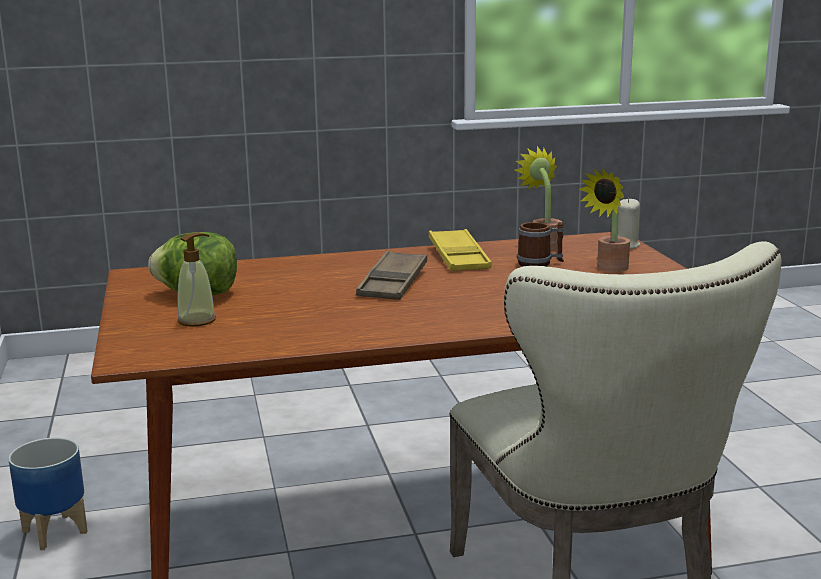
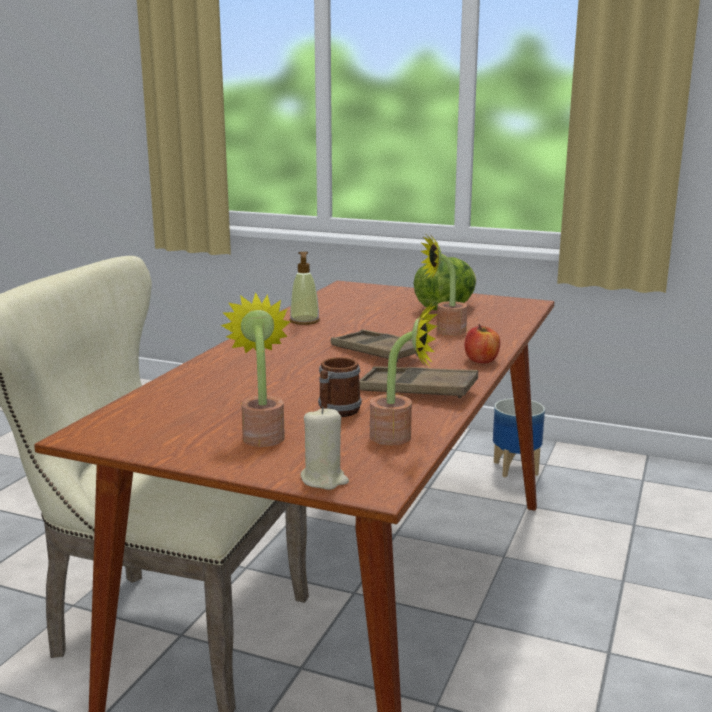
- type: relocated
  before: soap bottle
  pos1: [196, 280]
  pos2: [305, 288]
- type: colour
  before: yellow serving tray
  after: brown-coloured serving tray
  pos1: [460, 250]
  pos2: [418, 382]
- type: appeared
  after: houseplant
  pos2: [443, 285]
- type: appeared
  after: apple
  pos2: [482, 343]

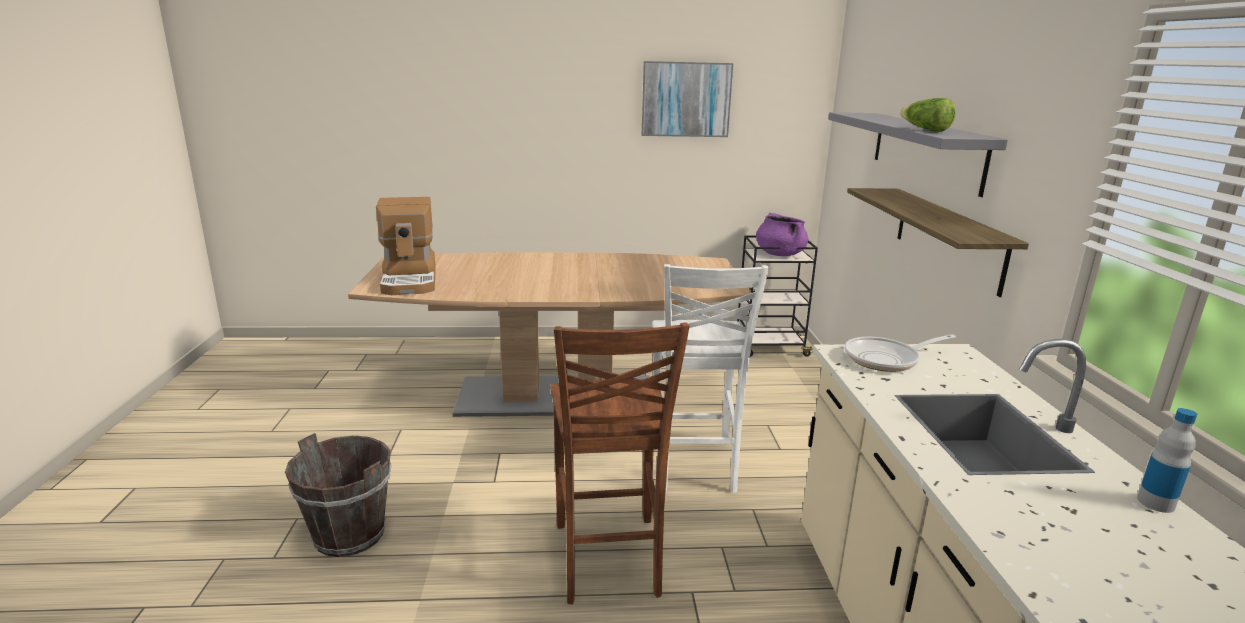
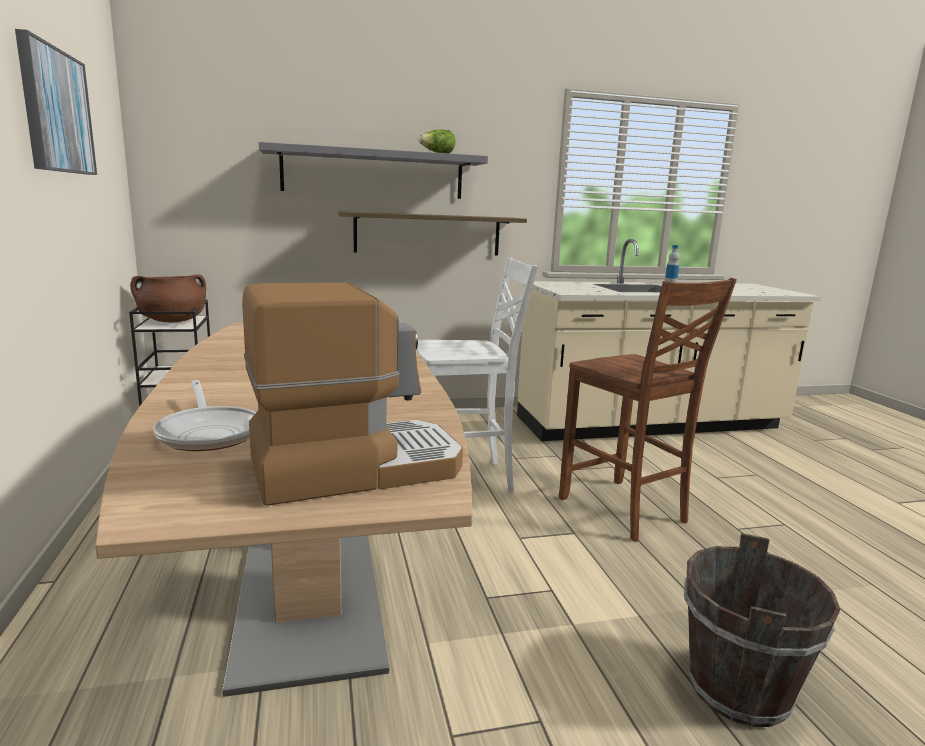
- type: colour
  before: purple cooking pot
  after: brown-coloured cooking pot
  pos1: [782, 234]
  pos2: [168, 298]
- type: relocated
  before: skillet
  pos1: [900, 353]
  pos2: [204, 415]
- type: spun
  before: brown-coloured upright chair
  pos1: [620, 464]
  pos2: [648, 410]
  turn: 75

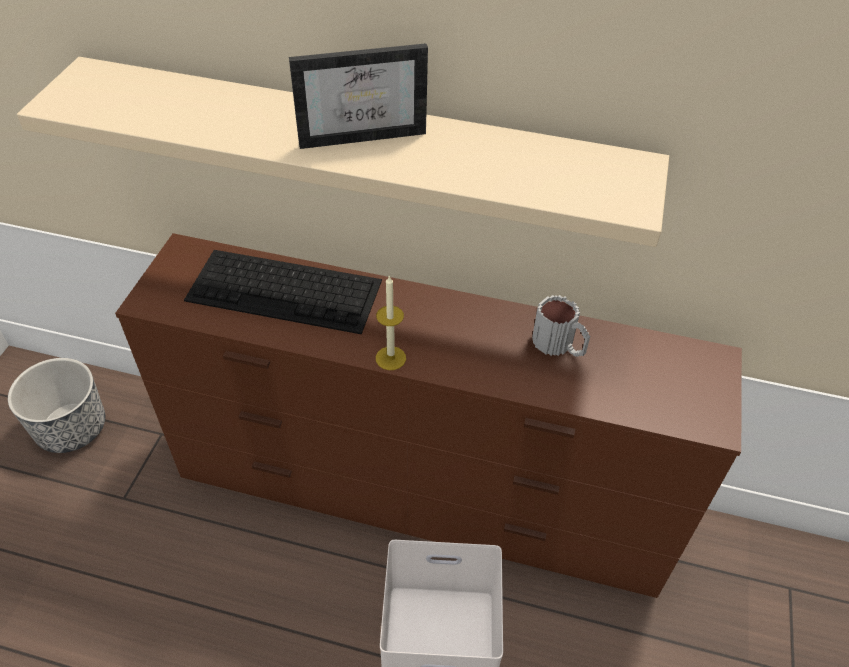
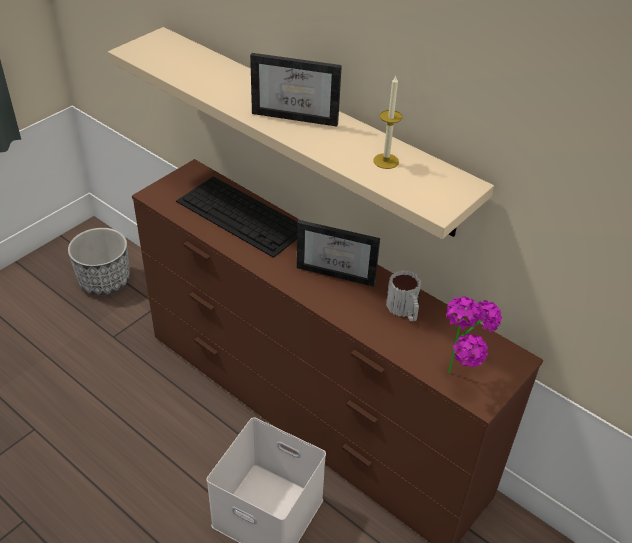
- type: appeared
  after: picture frame
  pos2: [338, 253]
- type: relocated
  before: wax light
  pos1: [391, 322]
  pos2: [388, 122]
- type: appeared
  after: houseplant
  pos2: [474, 334]

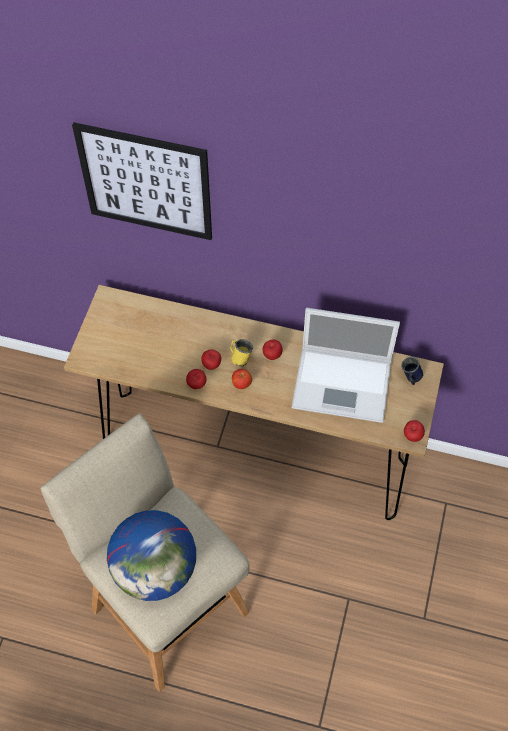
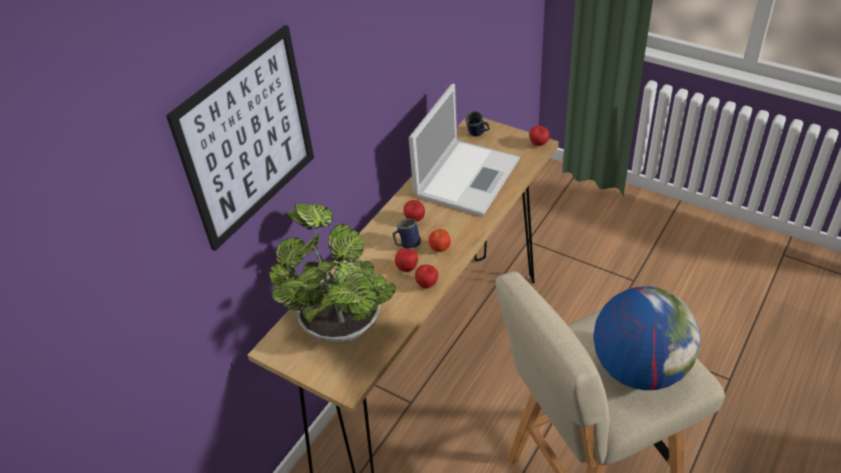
- type: appeared
  after: houseplant
  pos2: [332, 273]
- type: colour
  before: yellow tea mug
  after: blue-coloured tea mug
  pos1: [241, 352]
  pos2: [407, 234]

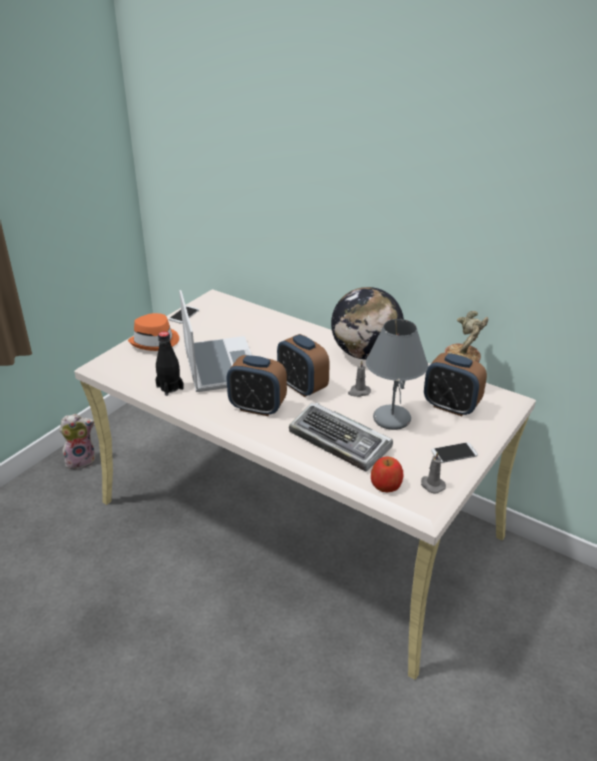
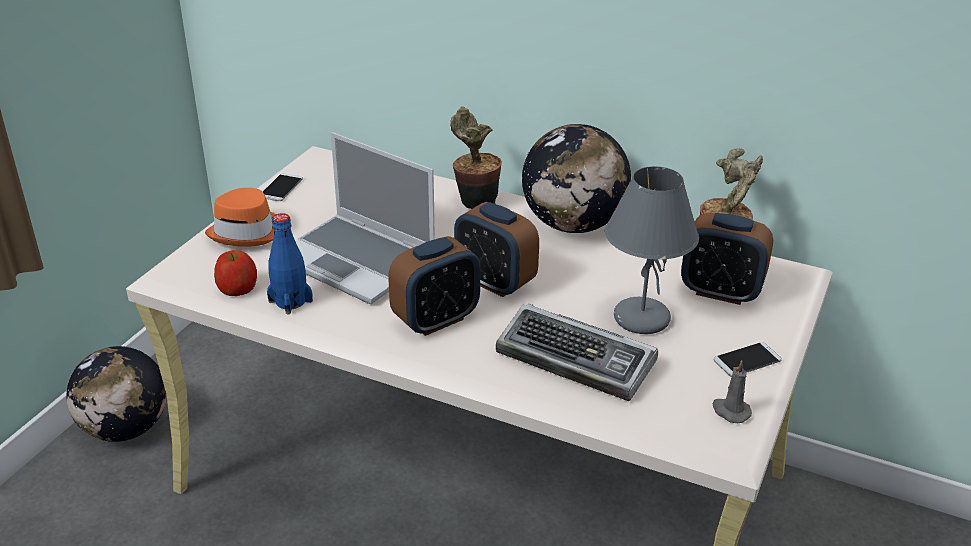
- type: exchanged
  before: plush toy
  after: world globe
  pos1: [77, 442]
  pos2: [116, 394]
- type: relocated
  before: apple
  pos1: [387, 474]
  pos2: [235, 273]
- type: colour
  before: black-coloured beverage bottle
  after: blue-coloured beverage bottle
  pos1: [169, 363]
  pos2: [290, 264]
- type: spun
  before: notebook computer
  pos1: [215, 341]
  pos2: [365, 218]
  turn: 150
- type: spun
  before: alarm clock
  pos1: [257, 385]
  pos2: [434, 286]
  turn: -45
- type: appeared
  after: houseplant
  pos2: [476, 157]
- type: missing
  before: grey wax light
  pos1: [359, 378]

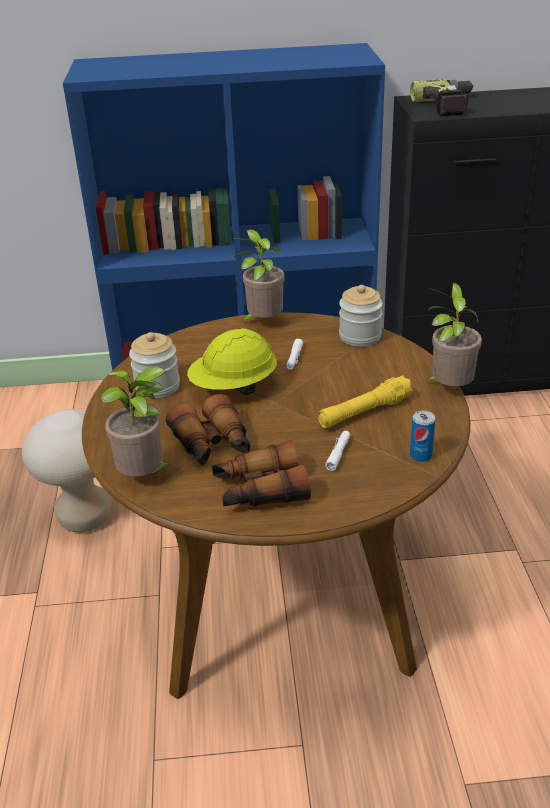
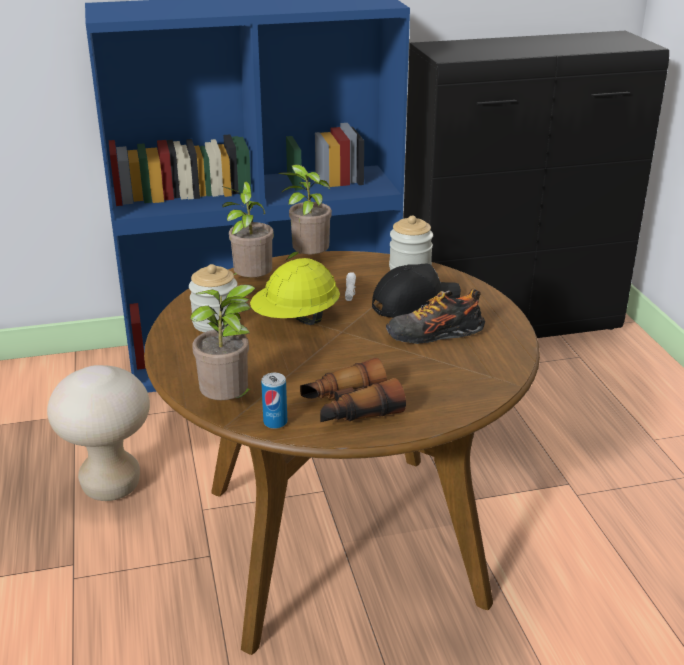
- type: relocated
  before: houseplant
  pos1: [453, 334]
  pos2: [248, 229]
- type: relocated
  before: metal can
  pos1: [423, 436]
  pos2: [274, 401]
- type: appeared
  after: black-coloured cap
  pos2: [416, 291]
- type: exchanged
  before: yellow torch
  after: item of footwear
  pos1: [365, 401]
  pos2: [435, 316]
- type: missing
  before: pair of binoculars
  pos1: [208, 429]
- type: missing
  before: white-coloured torch
  pos1: [337, 451]
- type: missing
  before: drill
  pos1: [442, 97]

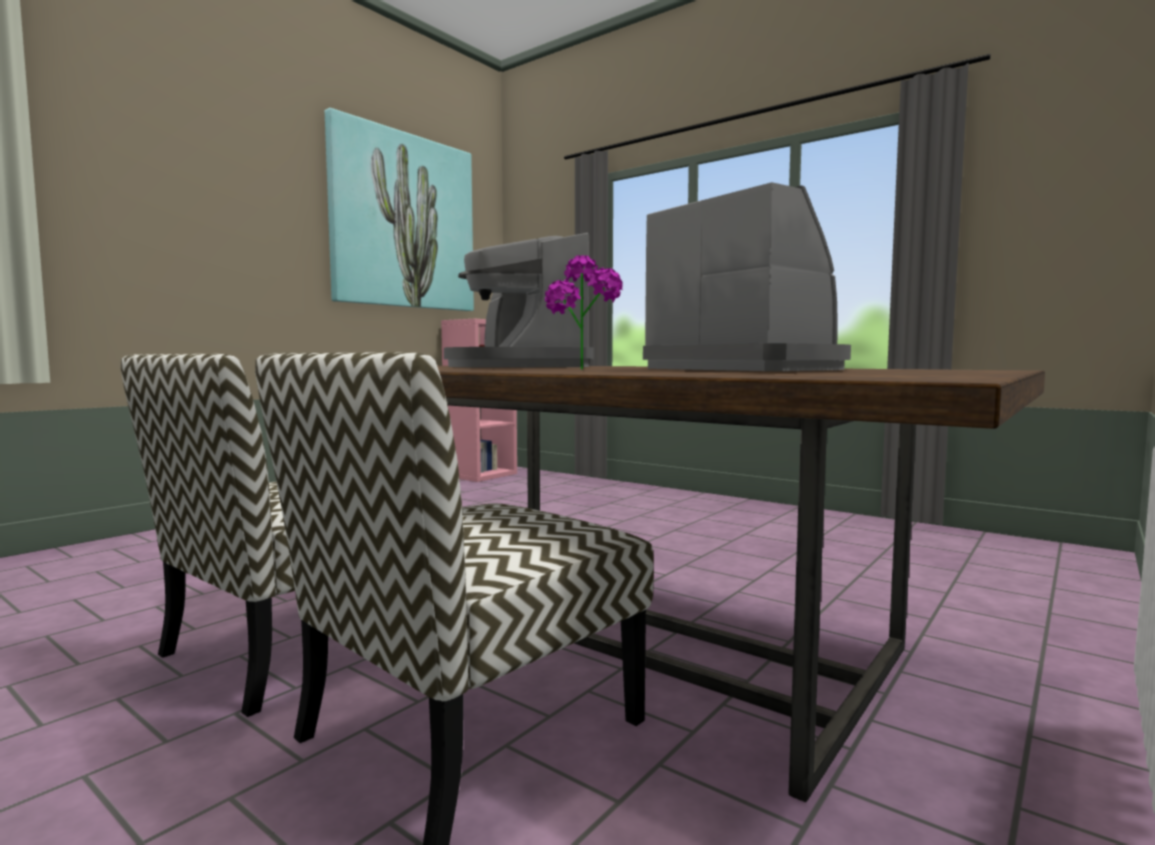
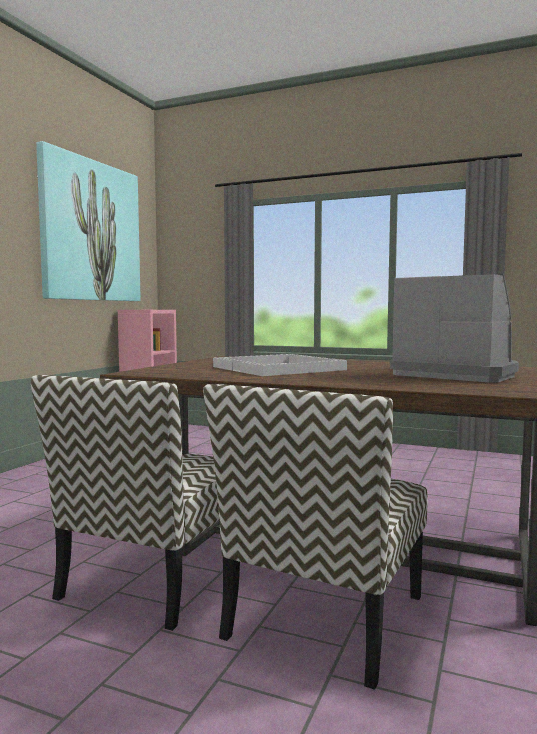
- type: exchanged
  before: coffee brewer
  after: white-coloured serving tray
  pos1: [518, 300]
  pos2: [280, 365]
- type: missing
  before: houseplant
  pos1: [583, 312]

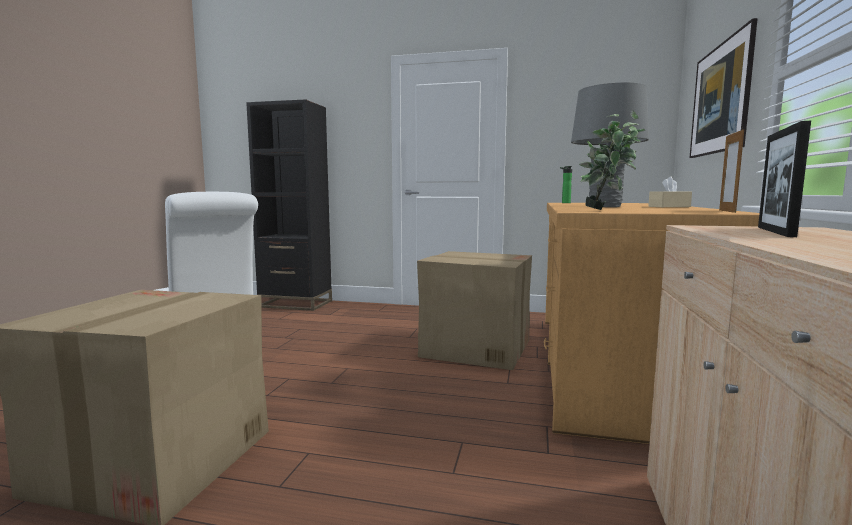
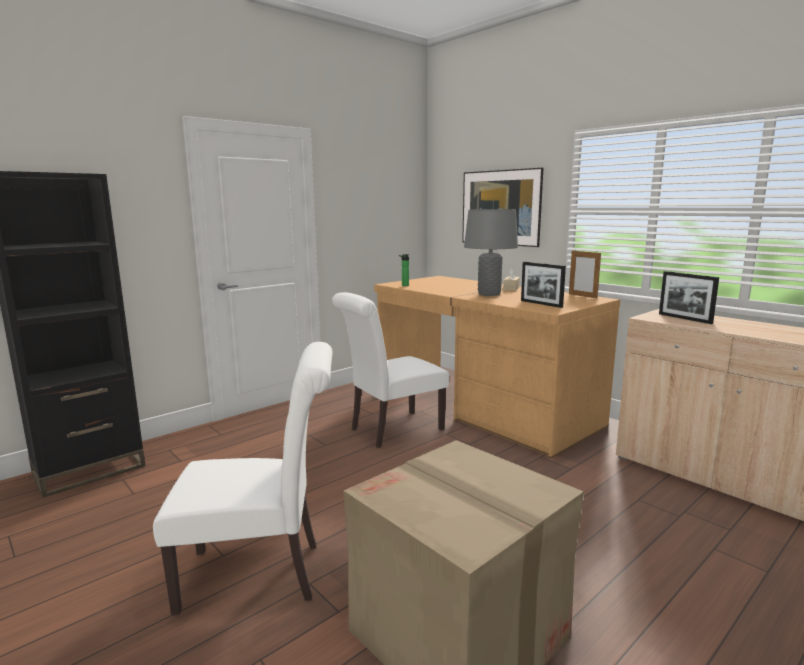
- type: exchanged
  before: packing box
  after: white-coloured upright chair
  pos1: [474, 310]
  pos2: [390, 370]
- type: exchanged
  before: houseplant
  after: picture frame
  pos1: [612, 160]
  pos2: [543, 285]

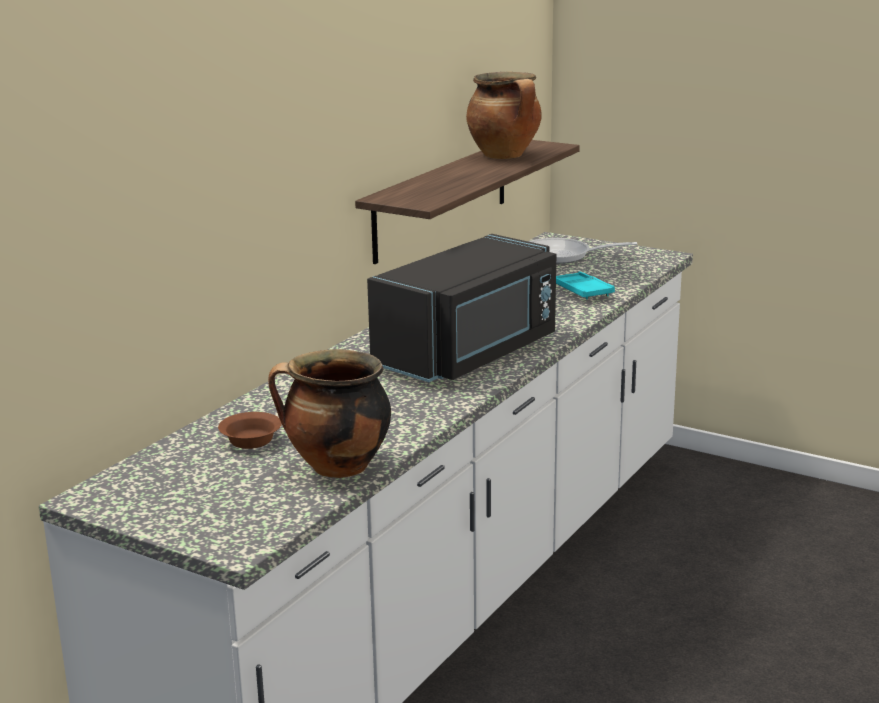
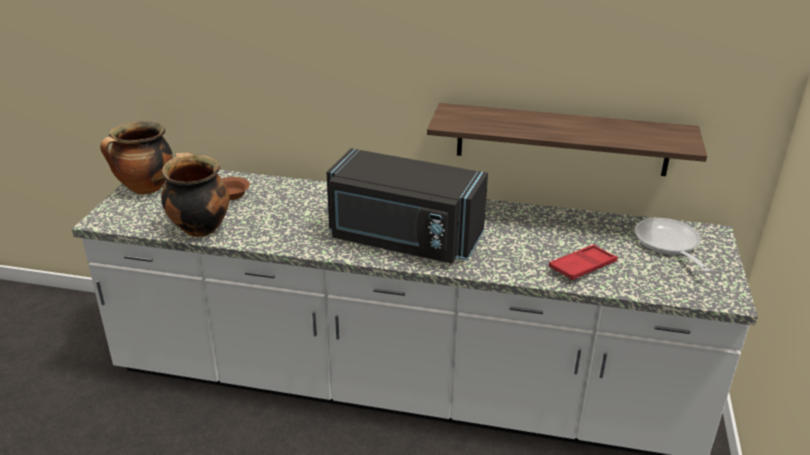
- type: relocated
  before: cooking pot
  pos1: [504, 115]
  pos2: [136, 157]
- type: colour
  before: blue-green serving tray
  after: reddish serving tray
  pos1: [585, 285]
  pos2: [583, 262]

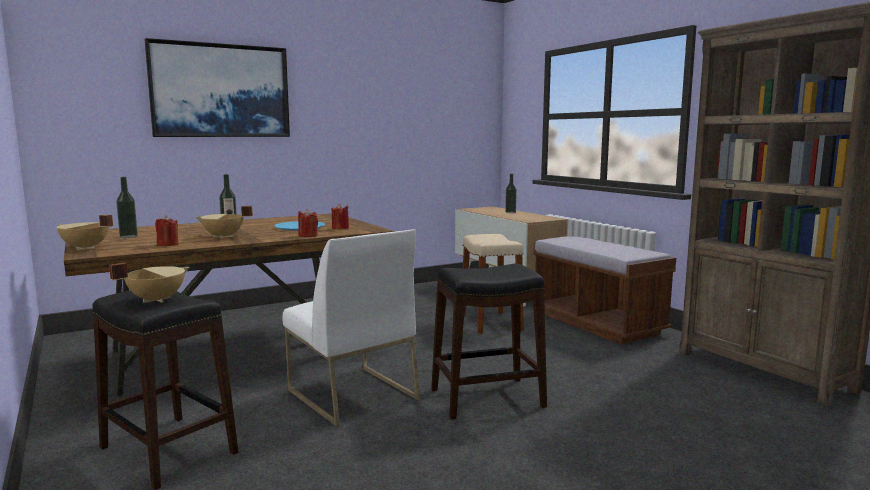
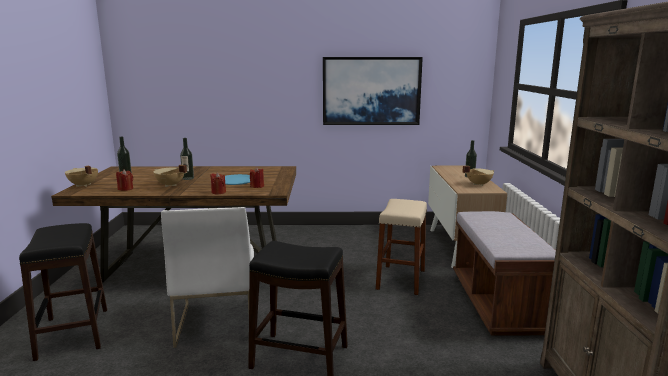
- type: relocated
  before: picture
  pos1: [217, 87]
  pos2: [373, 91]
- type: relocated
  before: beige-coloured cooking pot
  pos1: [149, 283]
  pos2: [478, 176]

